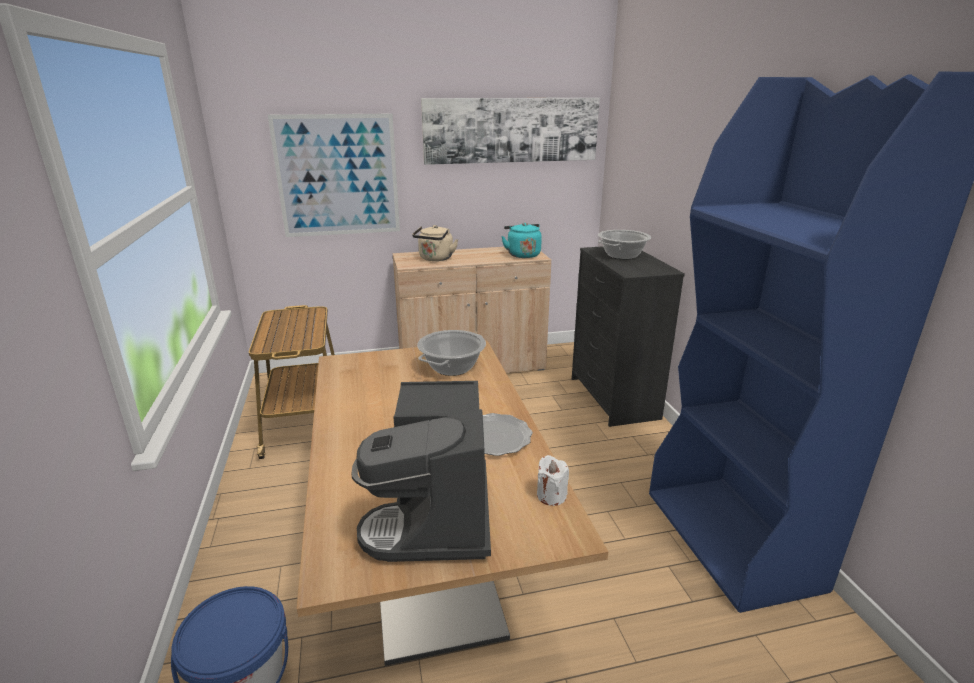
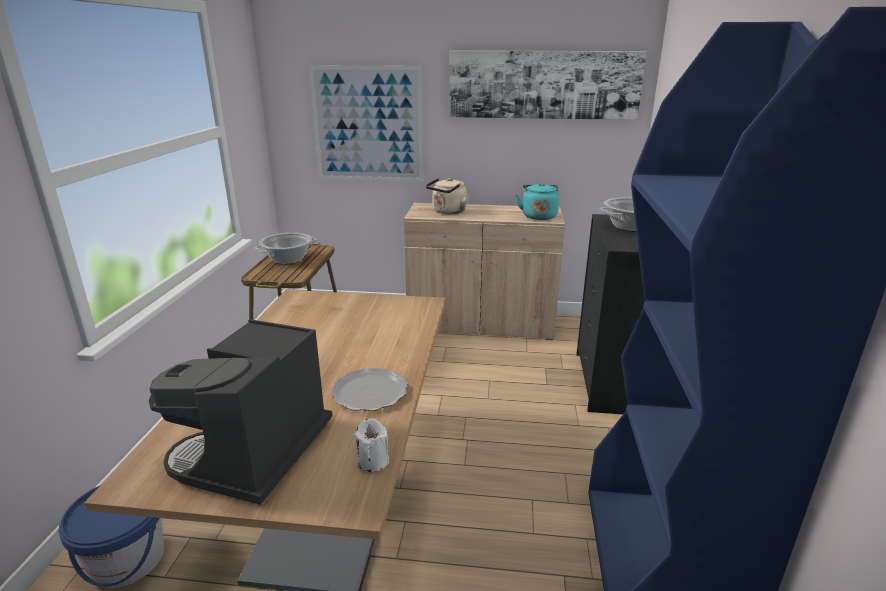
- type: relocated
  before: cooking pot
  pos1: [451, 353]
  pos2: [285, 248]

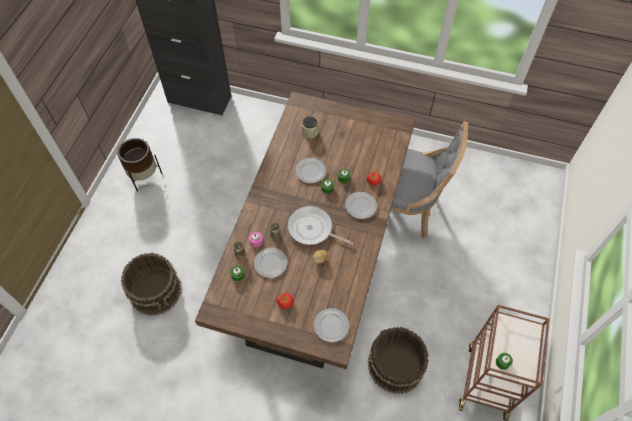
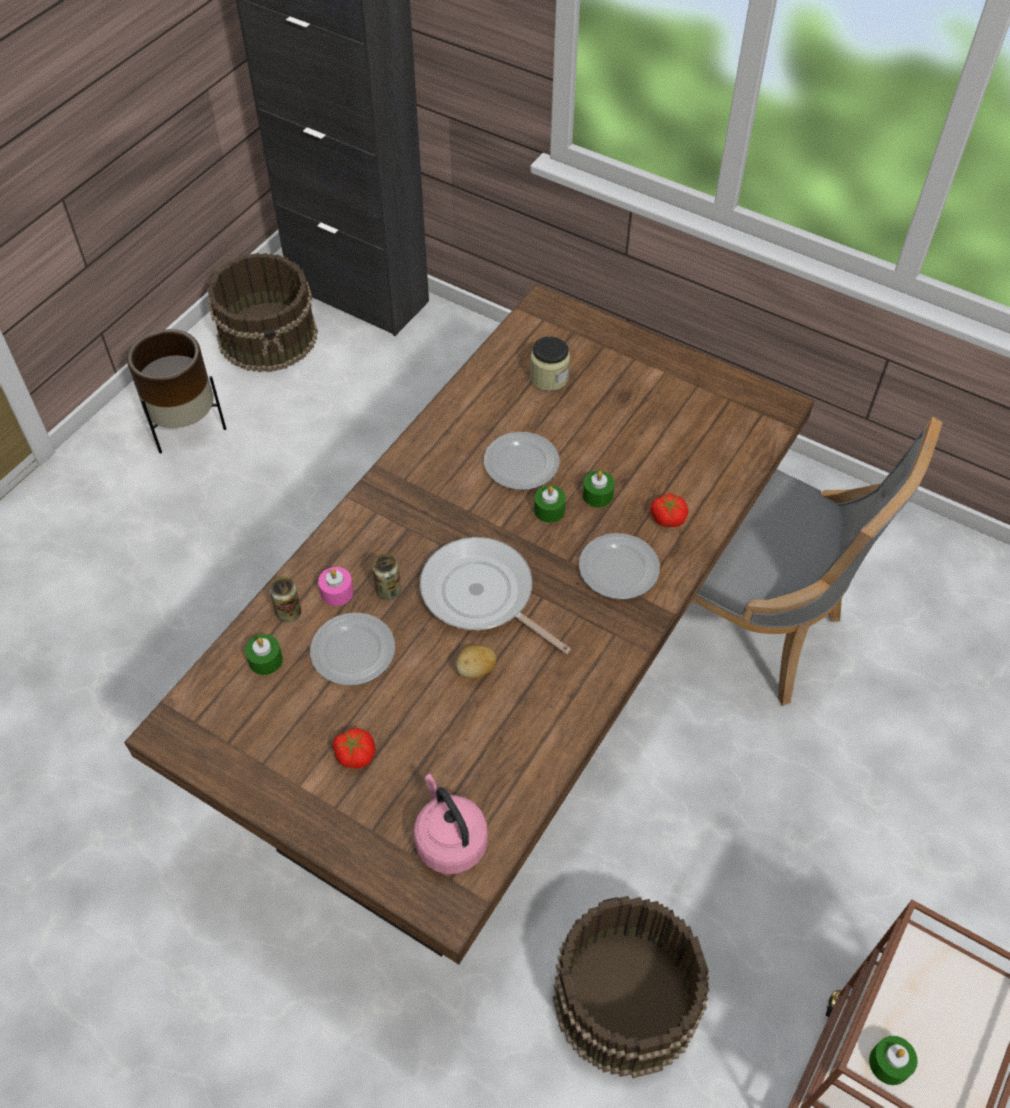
- type: relocated
  before: brown-coloured pail
  pos1: [151, 284]
  pos2: [262, 312]
- type: exchanged
  before: dinner plate
  after: pink-coloured tea kettle
  pos1: [331, 325]
  pos2: [451, 824]

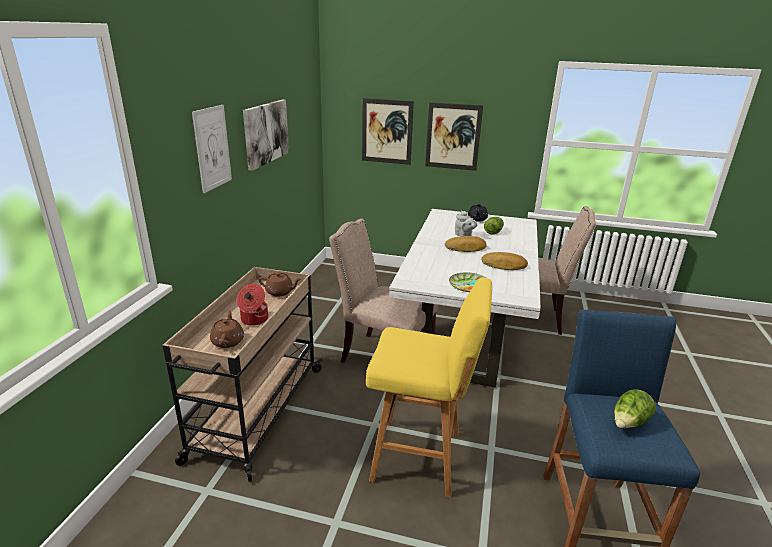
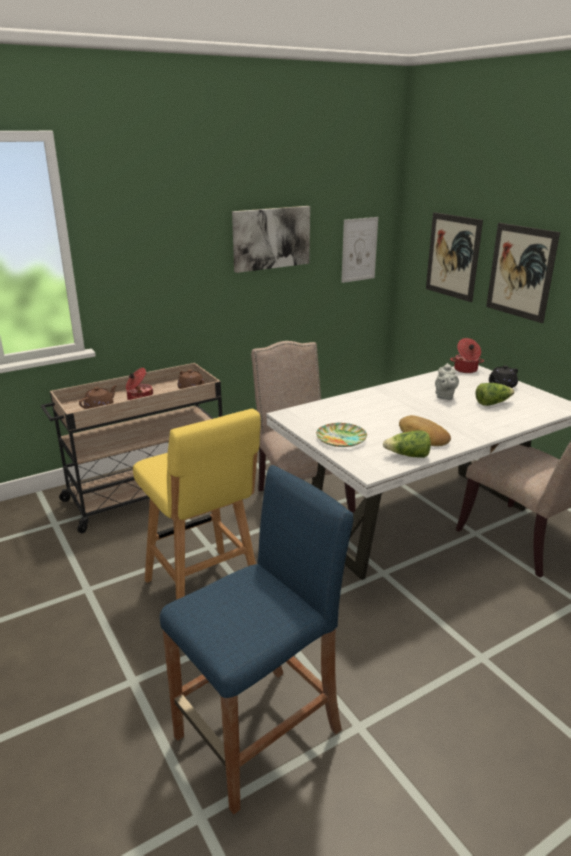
- type: relocated
  before: picture
  pos1: [212, 149]
  pos2: [359, 250]
- type: relocated
  before: lettuce head
  pos1: [635, 408]
  pos2: [407, 444]
- type: appeared
  after: cooking pot
  pos2: [467, 355]
- type: missing
  before: baked bread
  pos1: [466, 244]

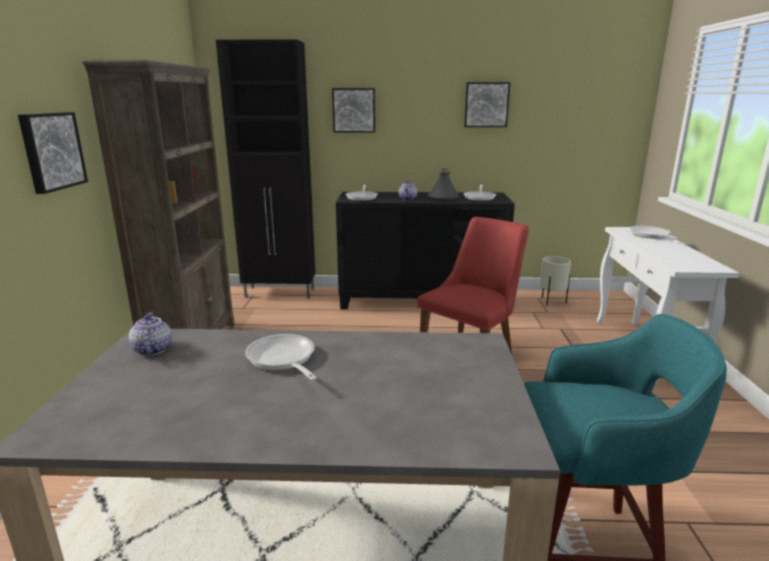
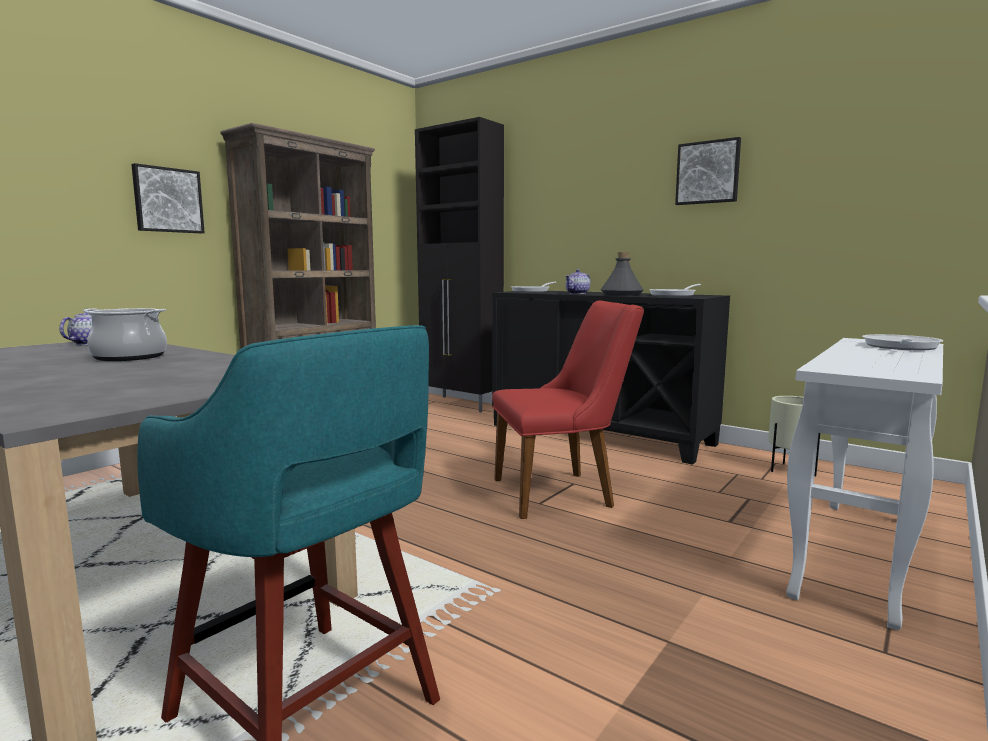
- type: exchanged
  before: skillet
  after: cooking pot
  pos1: [281, 357]
  pos2: [125, 334]
- type: missing
  before: picture
  pos1: [353, 110]

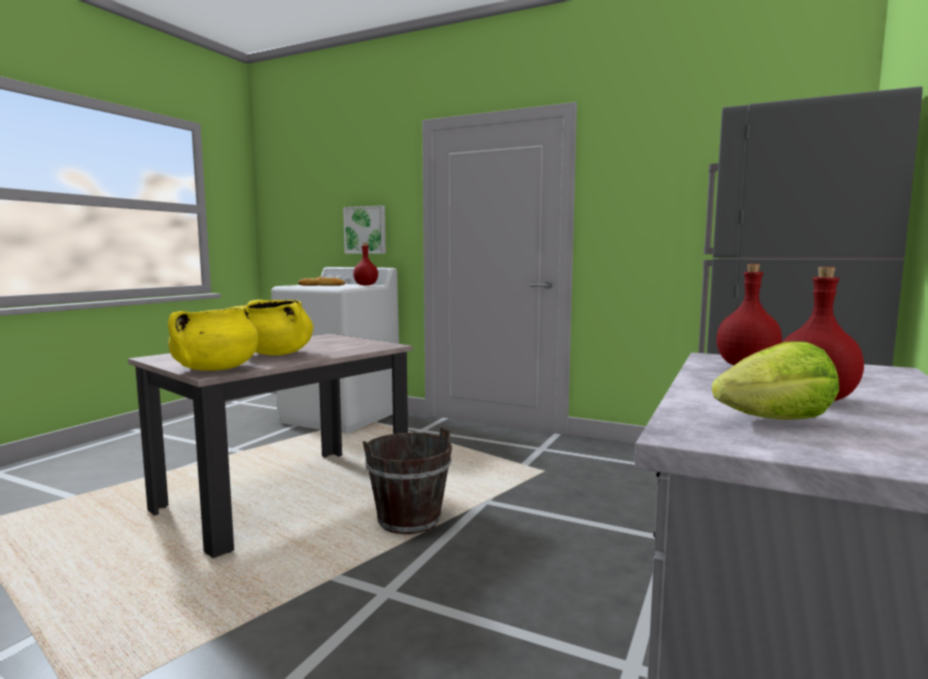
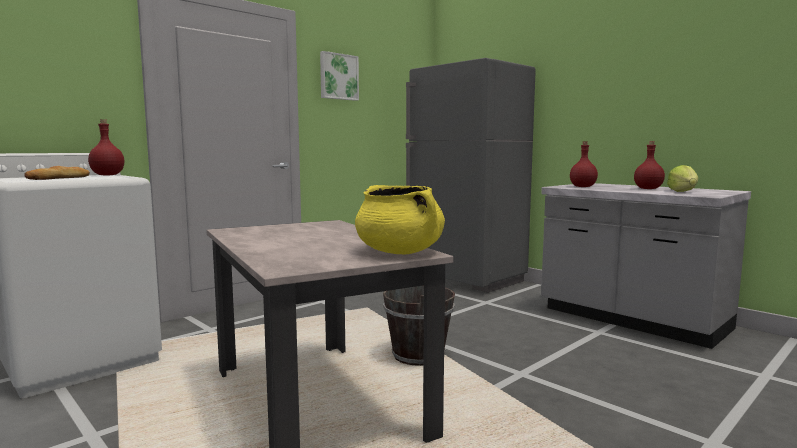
- type: relocated
  before: picture
  pos1: [364, 229]
  pos2: [339, 76]
- type: missing
  before: yellow cooking pot
  pos1: [279, 327]

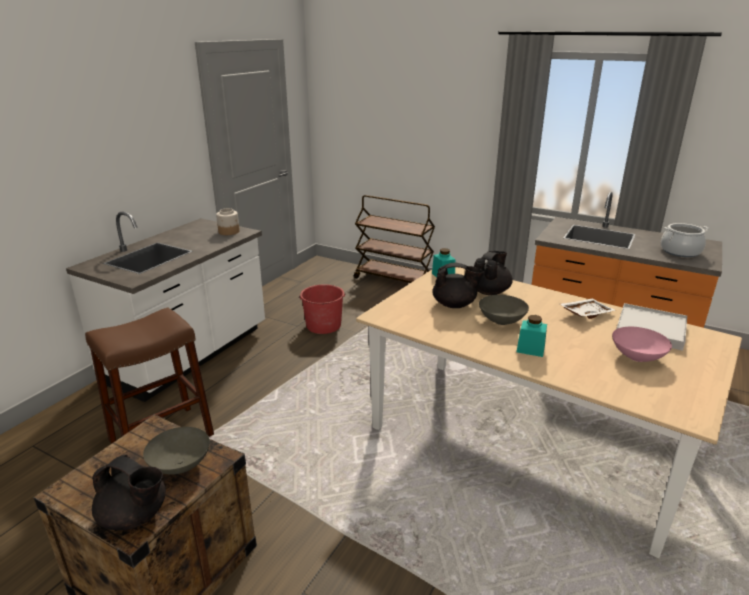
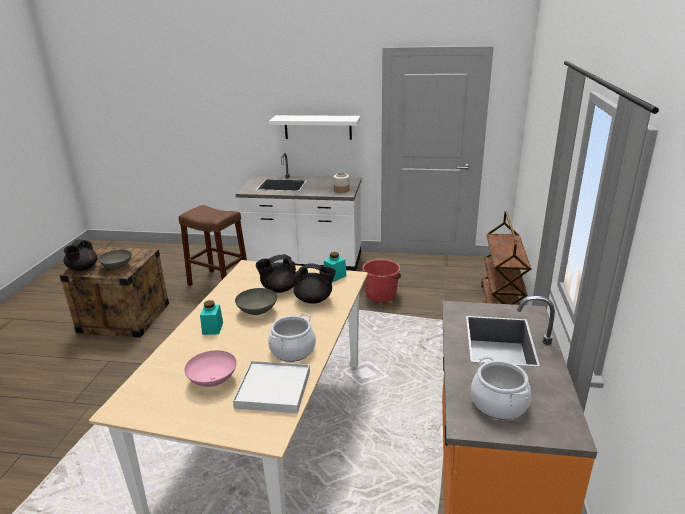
- type: spun
  before: black-coloured tea pot
  pos1: [458, 285]
  pos2: [276, 273]
  turn: 75
- type: exchanged
  before: white-coloured serving tray
  after: cooking pot
  pos1: [588, 308]
  pos2: [292, 337]
- type: appeared
  after: white-coloured wall shelf
  pos2: [314, 127]

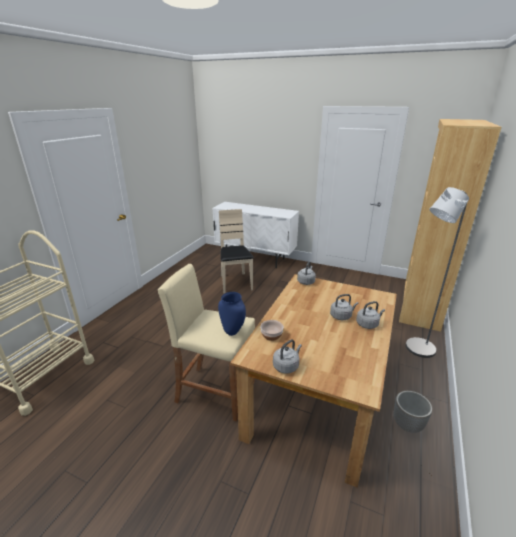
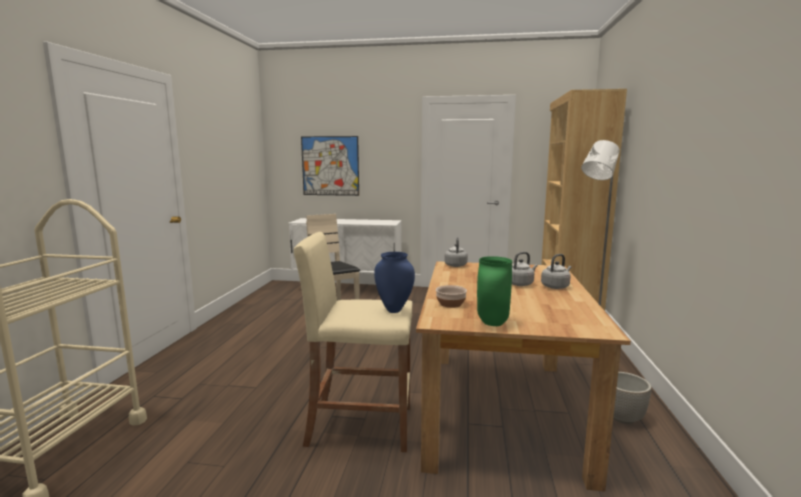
- type: appeared
  after: picture
  pos2: [330, 166]
- type: exchanged
  before: grey tea kettle
  after: green decorative vase
  pos1: [287, 356]
  pos2: [494, 291]

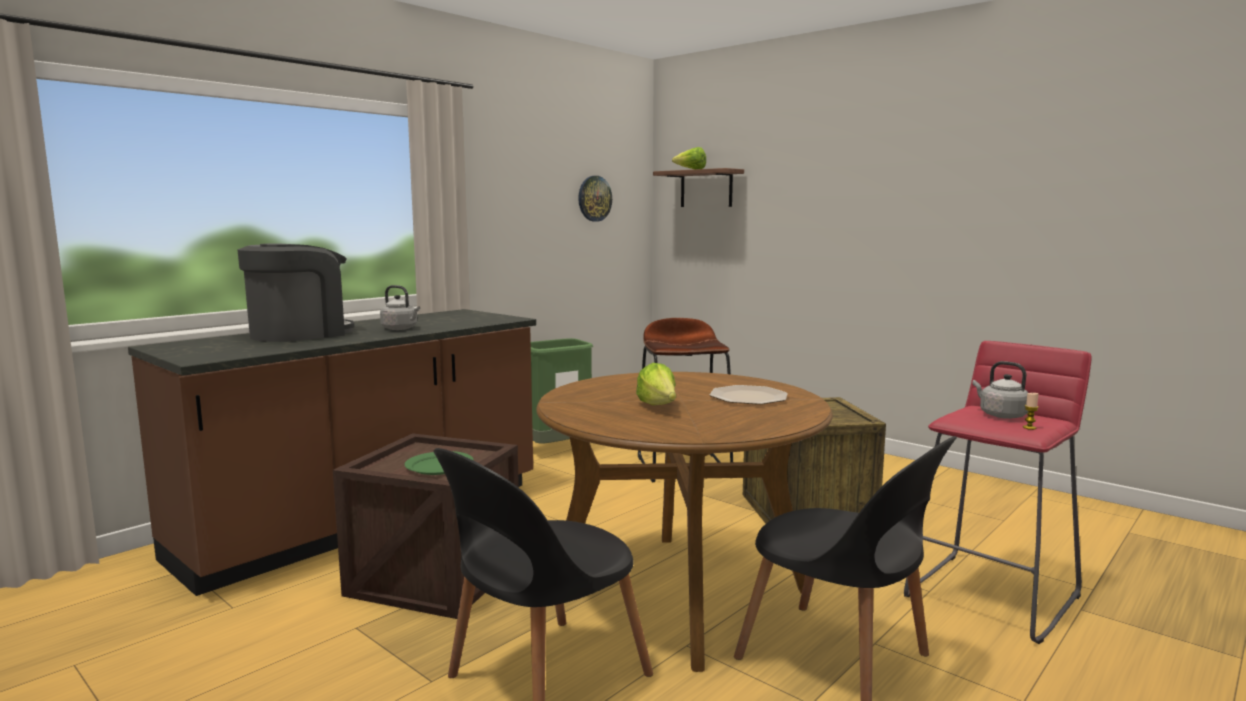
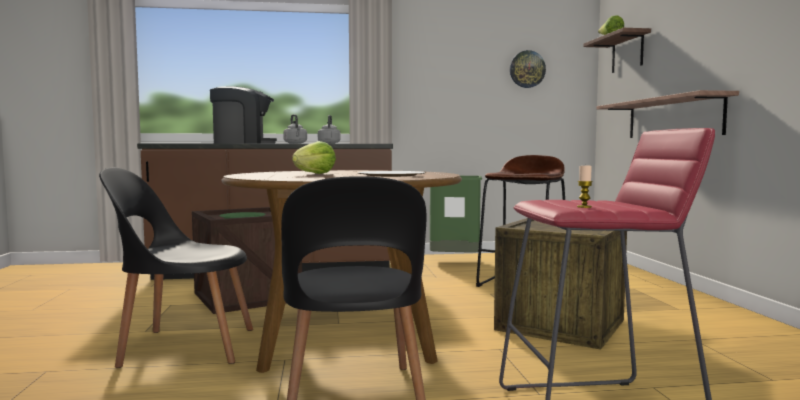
- type: relocated
  before: grey tea kettle
  pos1: [1000, 390]
  pos2: [329, 129]
- type: appeared
  after: wall shelf
  pos2: [667, 114]

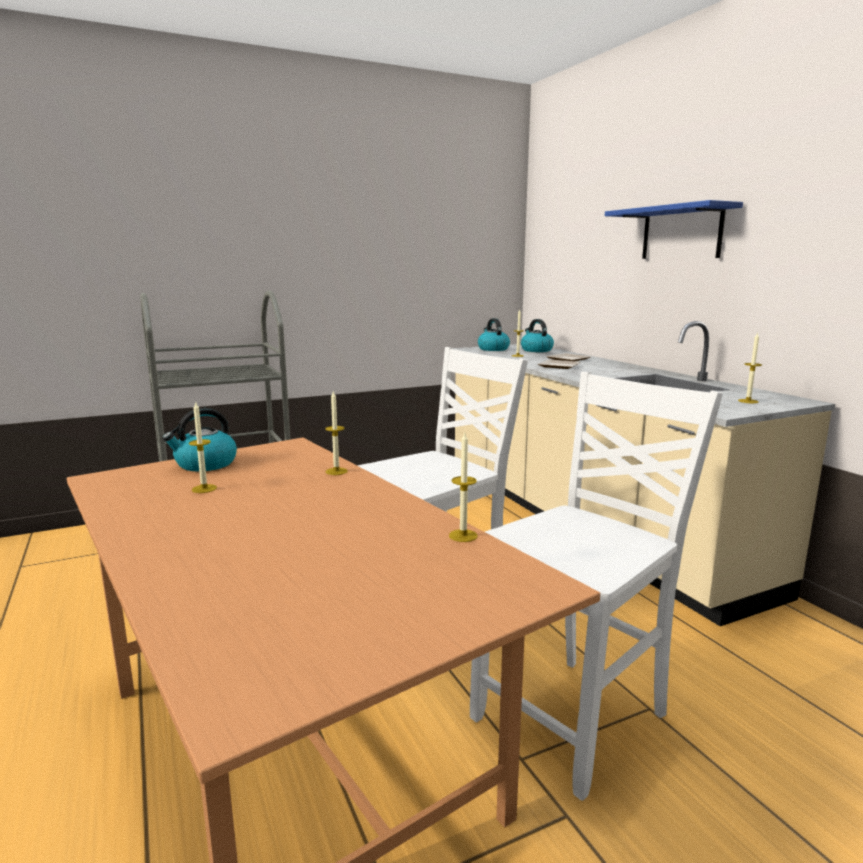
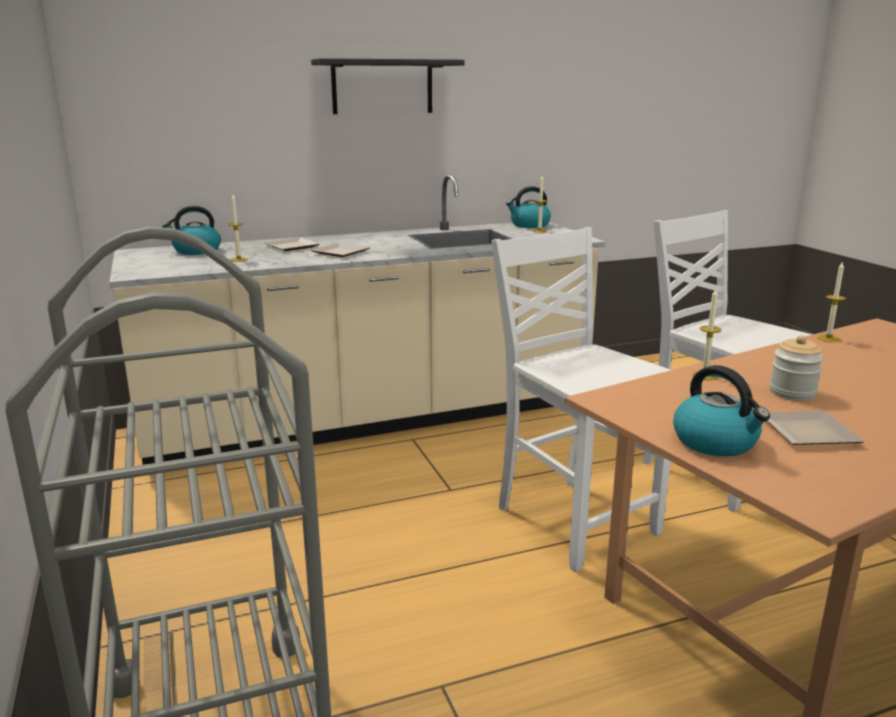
- type: colour
  before: blue-coloured wall shelf
  after: black-coloured wall shelf
  pos1: [674, 229]
  pos2: [388, 86]
- type: relocated
  before: tea kettle
  pos1: [494, 334]
  pos2: [528, 207]
- type: exchanged
  before: wax light
  after: dinner plate
  pos1: [203, 448]
  pos2: [816, 428]
- type: appeared
  after: storage jar
  pos2: [796, 368]

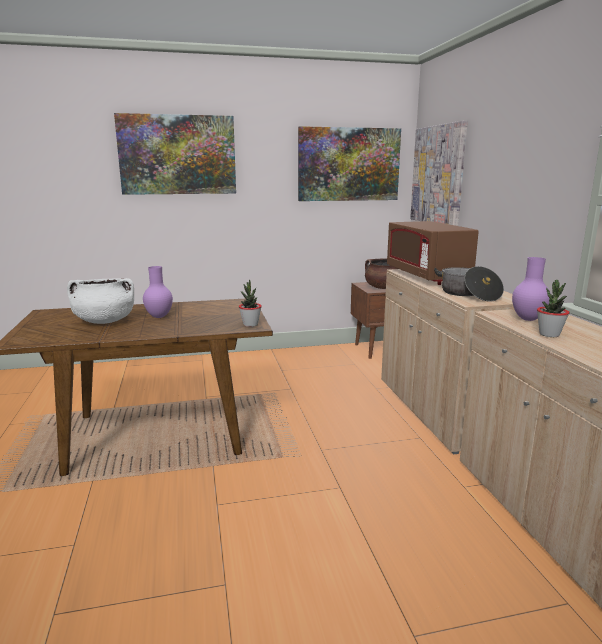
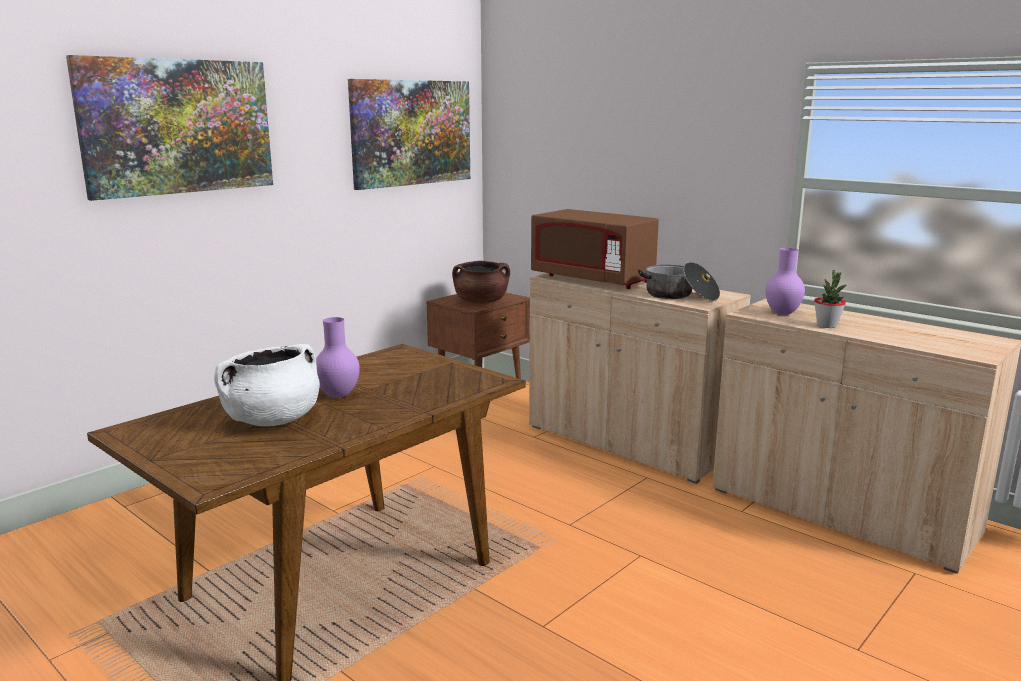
- type: missing
  before: houseplant
  pos1: [250, 303]
- type: missing
  before: picture
  pos1: [439, 173]

